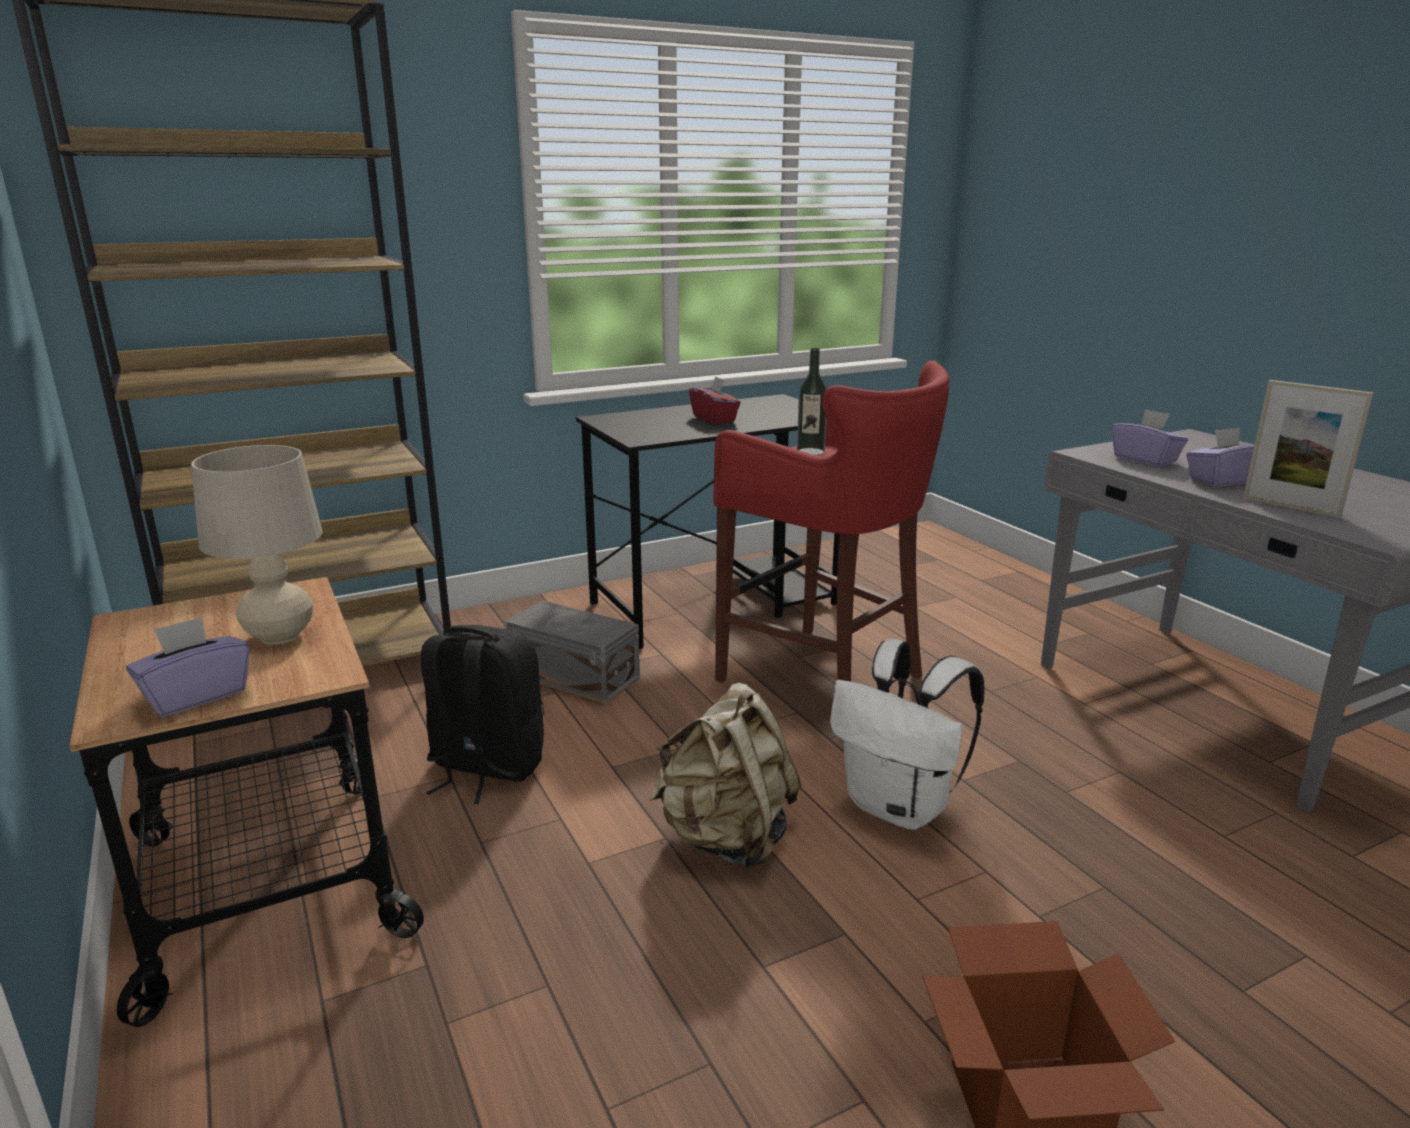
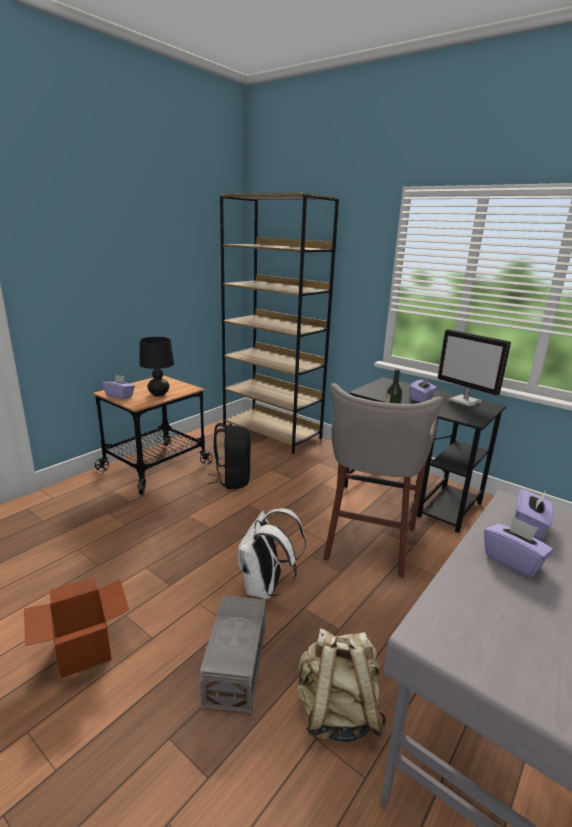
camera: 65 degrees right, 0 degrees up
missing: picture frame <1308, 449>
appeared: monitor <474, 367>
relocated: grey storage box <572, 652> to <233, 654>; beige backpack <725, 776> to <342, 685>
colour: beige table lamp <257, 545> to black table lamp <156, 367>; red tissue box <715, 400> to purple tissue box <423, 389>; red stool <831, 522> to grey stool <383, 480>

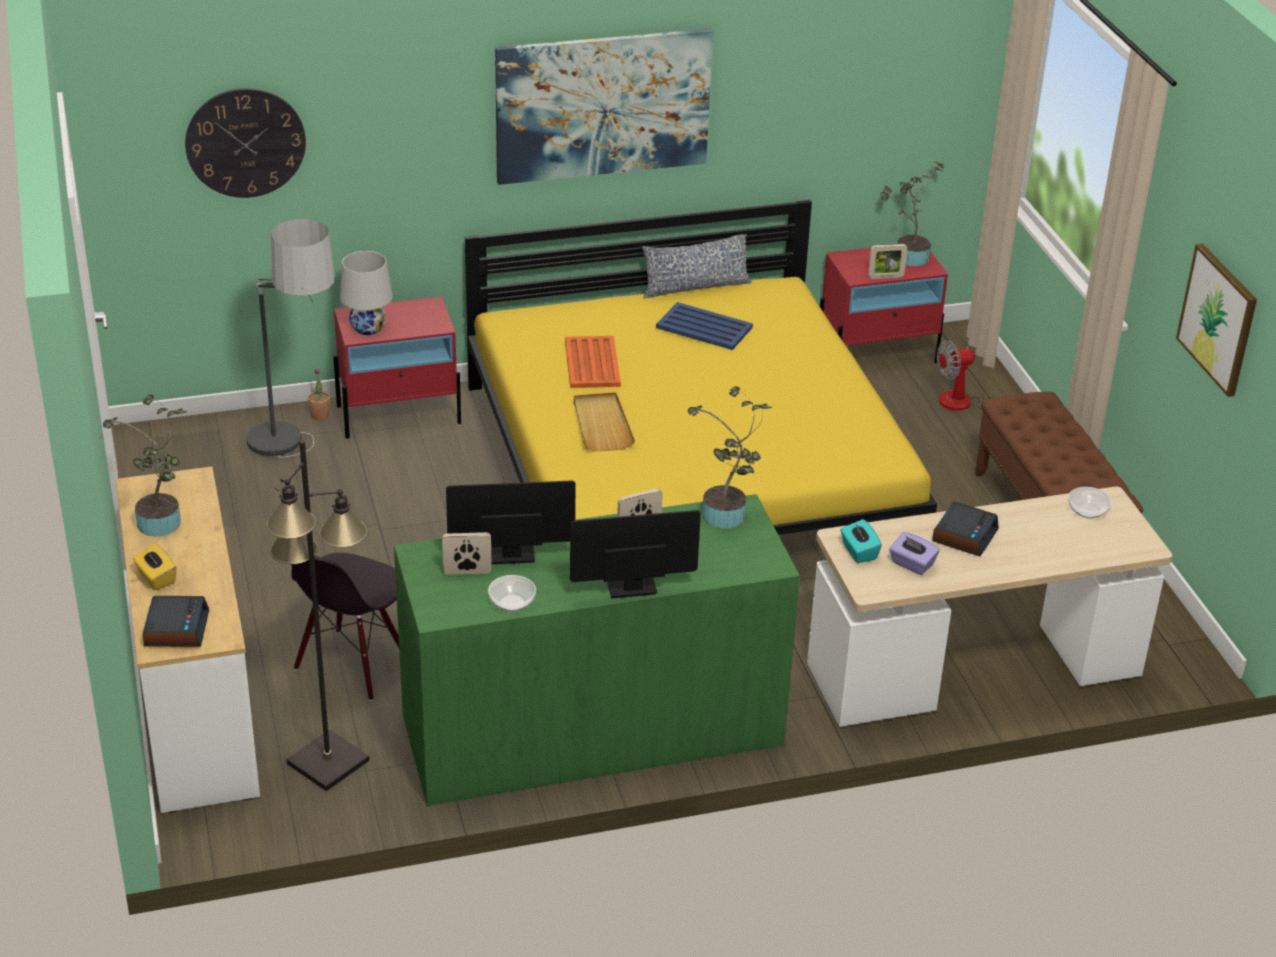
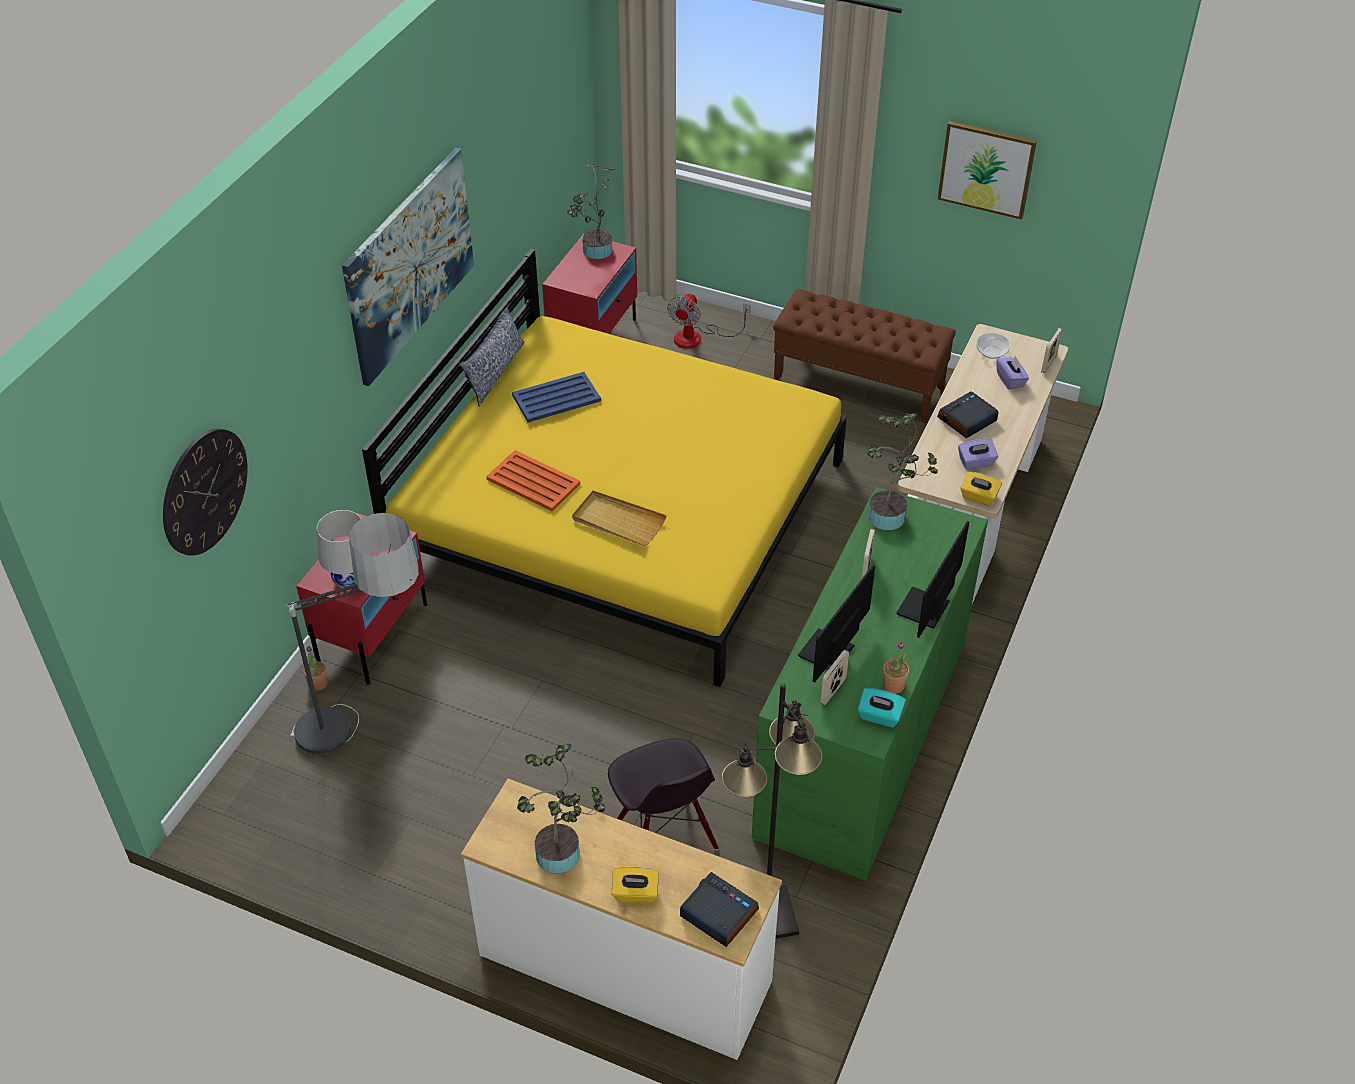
camera: 50 degrees left, 10 degrees up
appeared: yellow tissue box <981, 489>; purple tissue box <1013, 373>
relocated: turquoise tissue box <861, 541> to <882, 708>; picture frame <887, 261> to <1051, 350>
exchanged: bowl <512, 593> to potted plant <896, 667>
spun: alarm clock <965, 528> = <968, 415> 105 degrees counterclockwise

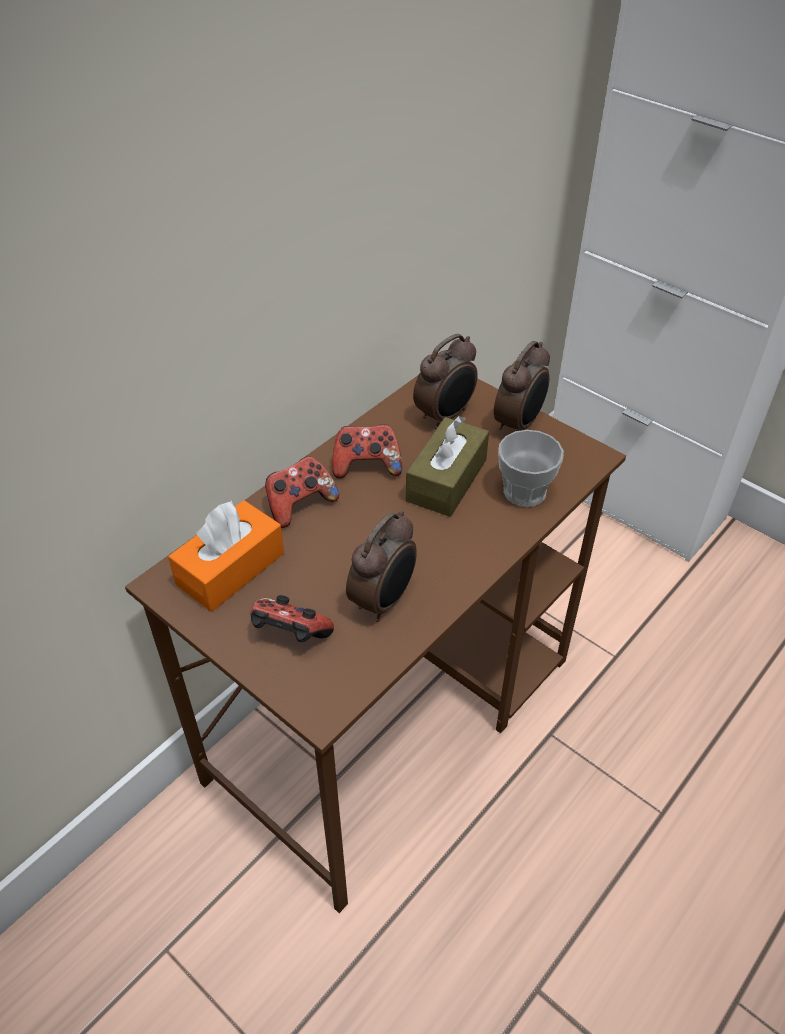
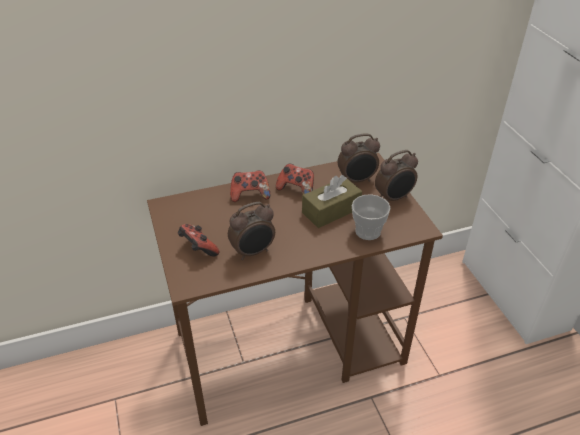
camera: 30 degrees right, 5 degrees down
missing: orange tissue box <226, 556>

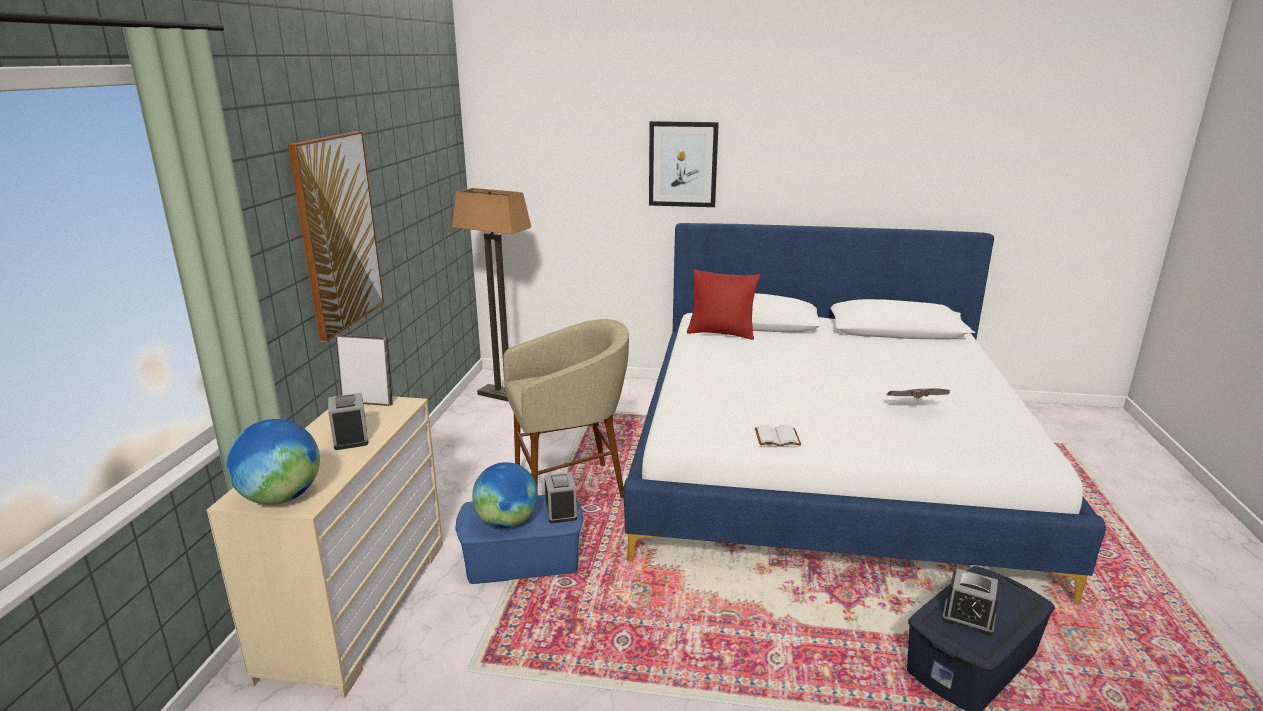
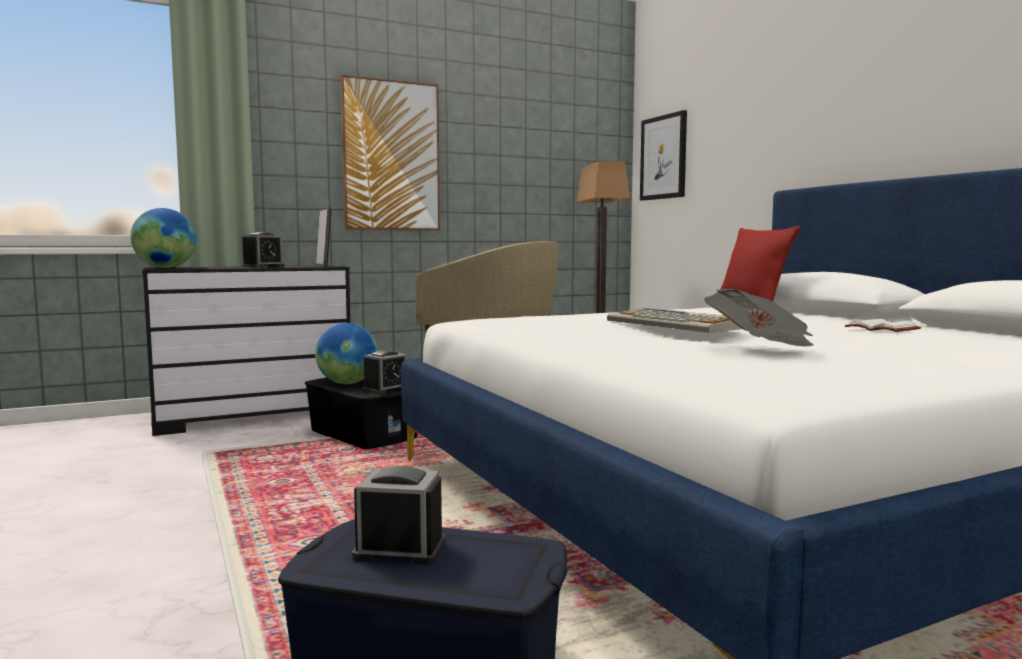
camera: 55 degrees right, 15 degrees down
appeared: keyboard <674, 320>
relocated: picture <684, 164> to <663, 155>; white book <778, 436> to <883, 325>
colour: beige dresser <325, 547> to black dresser <246, 350>; blue storage box <519, 539> to black storage box <361, 413>
spun: alarm clock <971, 602> = <399, 515> 105 degrees clockwise

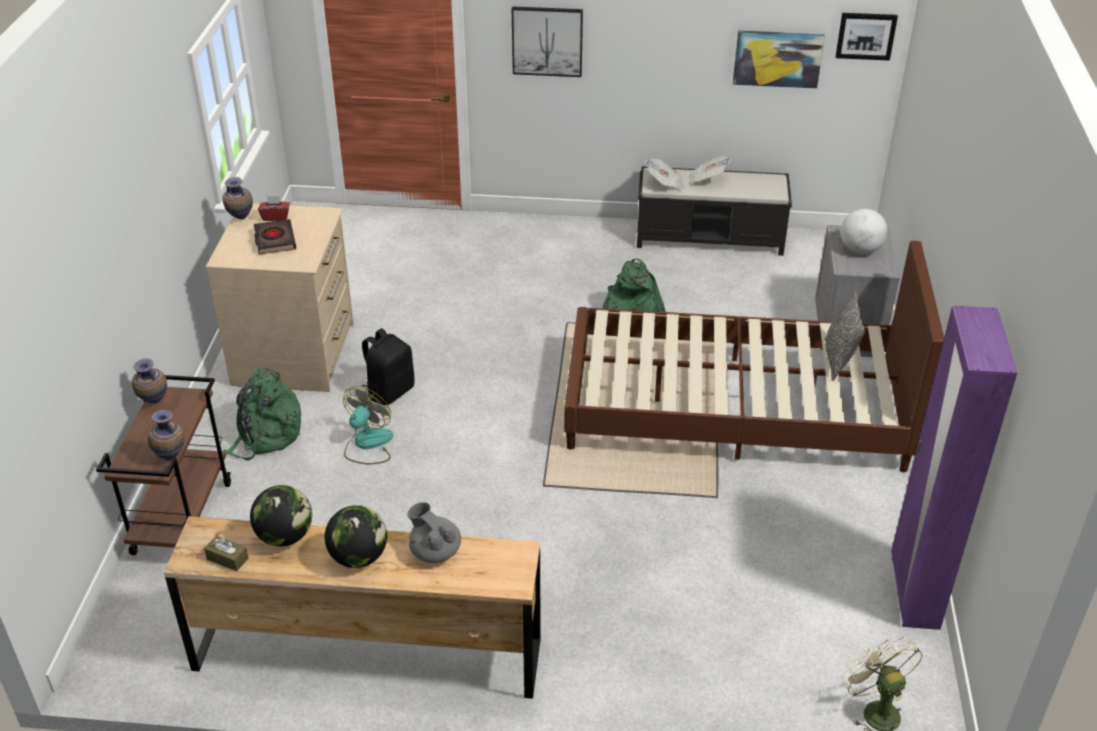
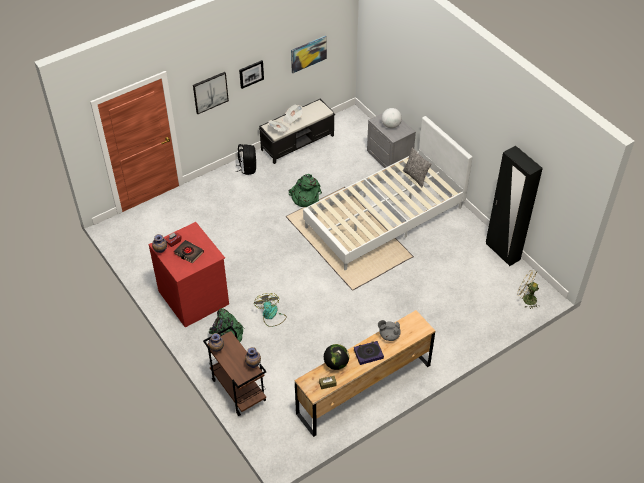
camera: 40 degrees left, 10 degrees up
relocated: black backpack <388, 366> to <246, 159>; picture <866, 37> to <251, 74>
exchanged: globe <356, 536> to book <368, 353>
colour: beige dresser <280, 298> to red dresser <189, 274>; brown bed <754, 356> to white bed <388, 193>; purple wardrobe <954, 468> to black wardrobe <514, 206>

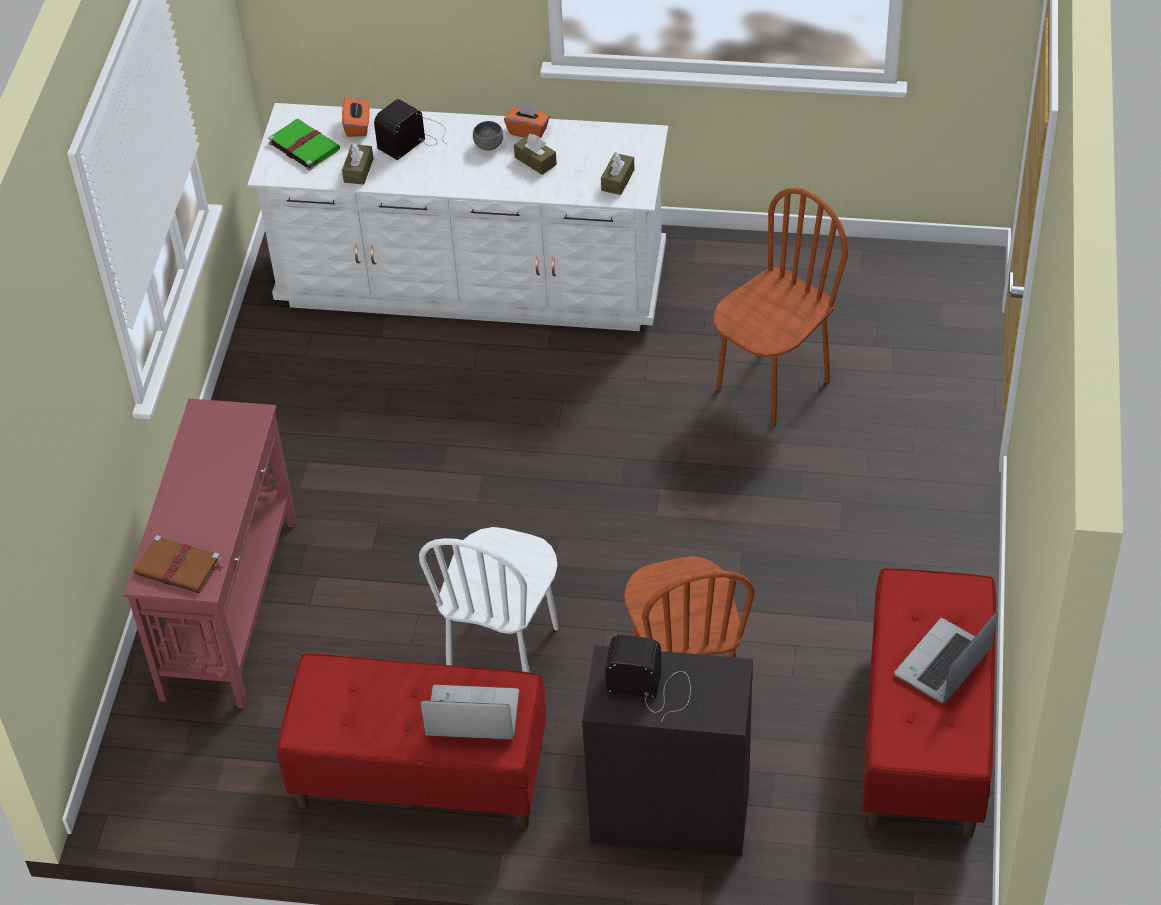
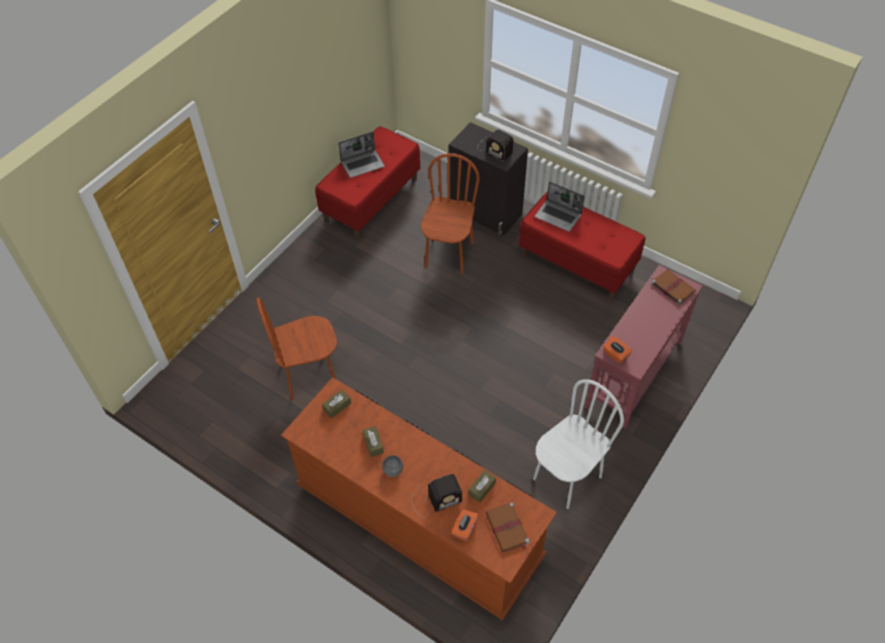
camera: 155 degrees left, 5 degrees up
relocated: white chair <489, 600> to <578, 444>; orange tissue box <527, 120> to <617, 350>
colour: white dresser <457, 217> to brown dresser <419, 499>; green book <304, 144> to brown book <507, 527>

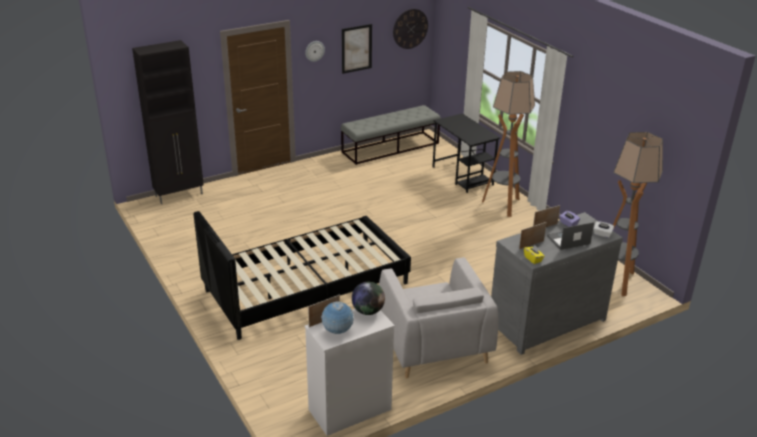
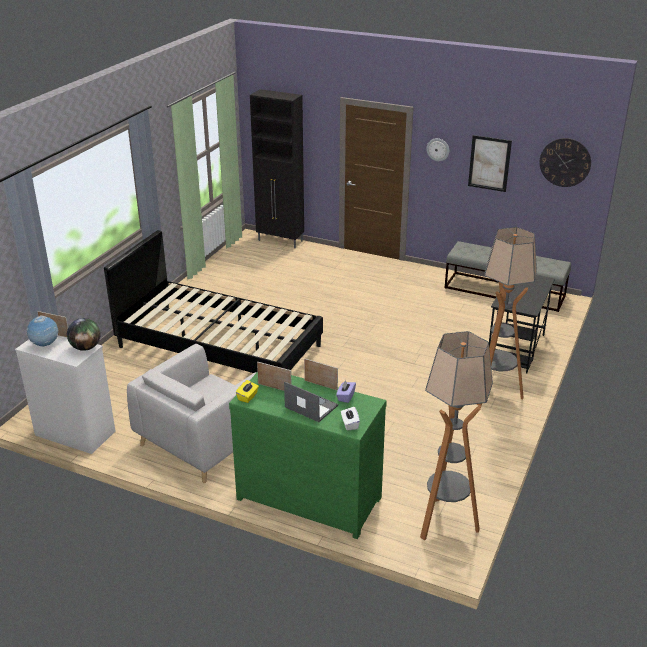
camera: 55 degrees right, 0 degrees up
colour: grey dresser <557, 283> to green dresser <308, 455>

